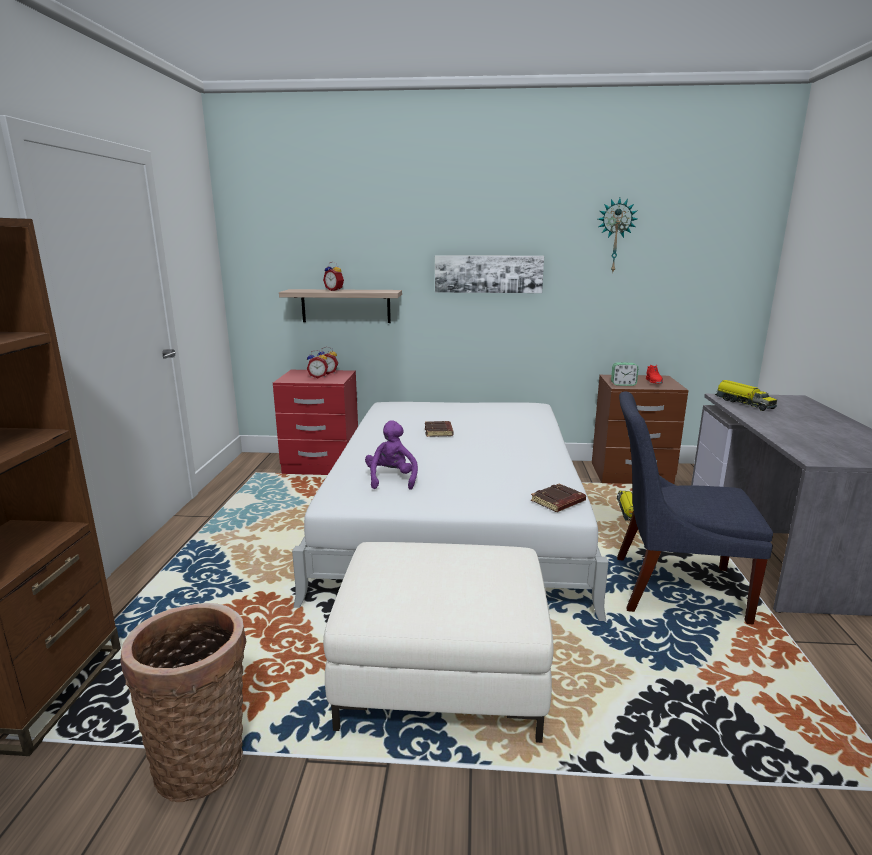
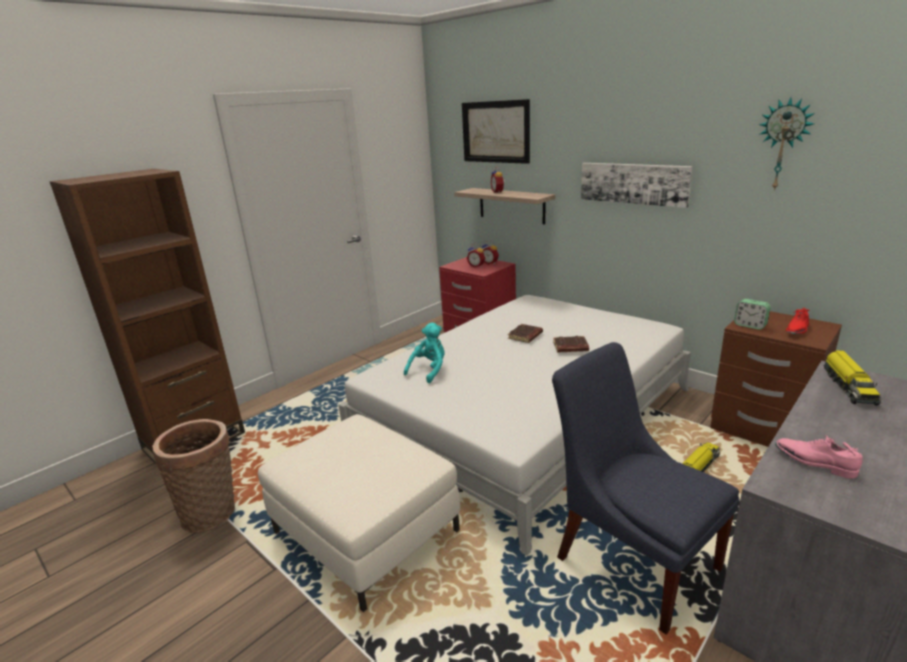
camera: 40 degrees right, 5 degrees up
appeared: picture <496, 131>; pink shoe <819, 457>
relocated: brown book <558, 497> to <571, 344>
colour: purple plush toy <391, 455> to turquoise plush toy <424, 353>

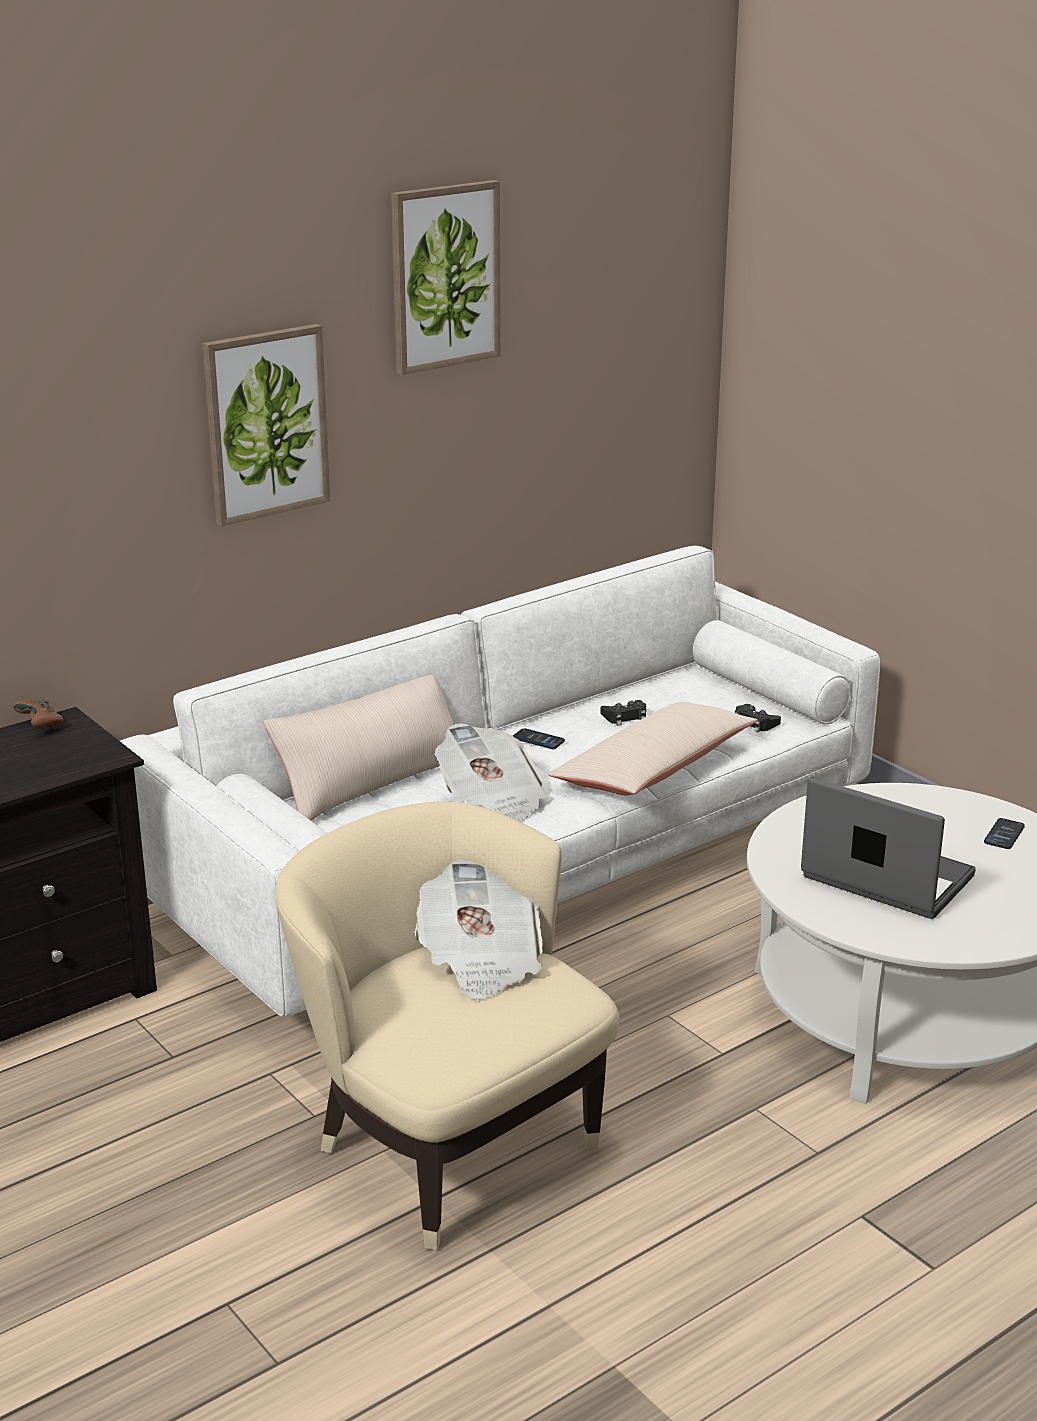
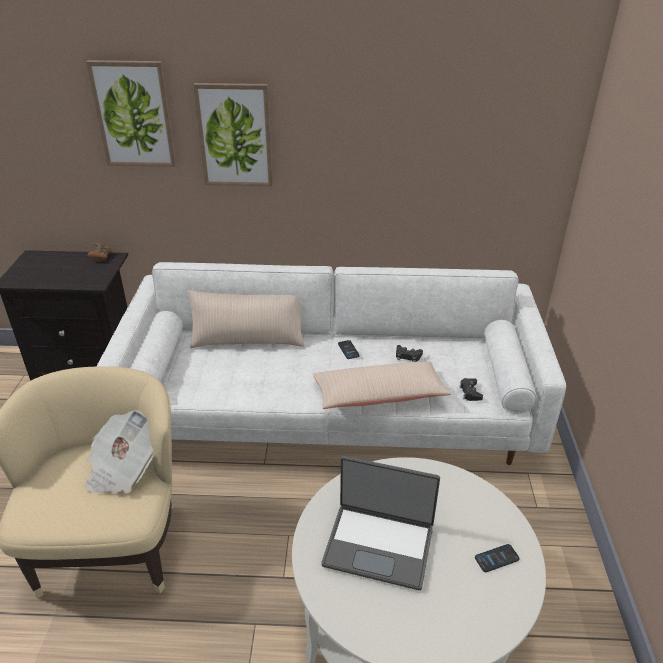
camera: 40 degrees right, 10 degrees up
missing: newspaper <492, 773>
relocated: picture <446, 277> to <131, 113>
spun: laptop <888, 848> = <380, 523> 120 degrees clockwise

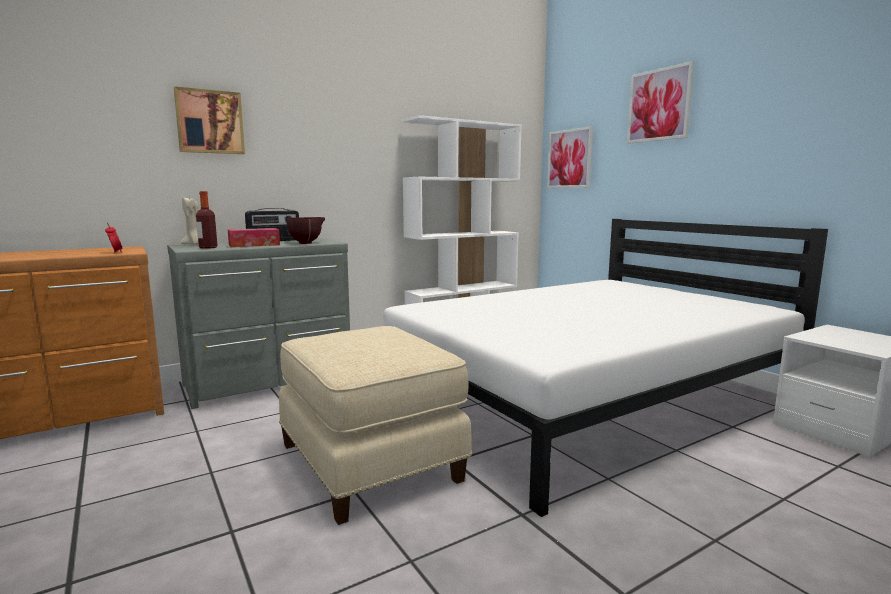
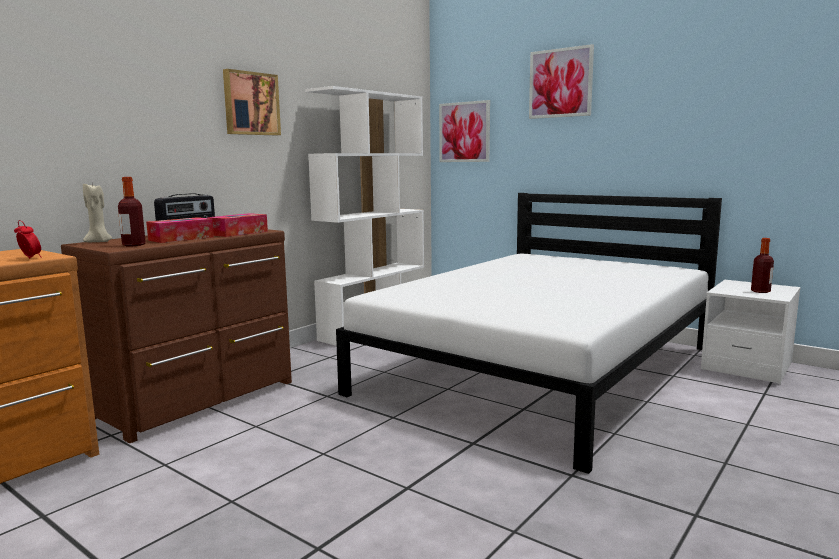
camera: 20 degrees left, 0 degrees up
missing: beige ottoman <375, 425>
appeared: bottle <762, 265>
relocated: picture <209, 120> to <252, 102>
exchanged: brown bowl <306, 230> to tissue box <237, 225>
colour: grey dresser <258, 323> to brown dresser <176, 336>

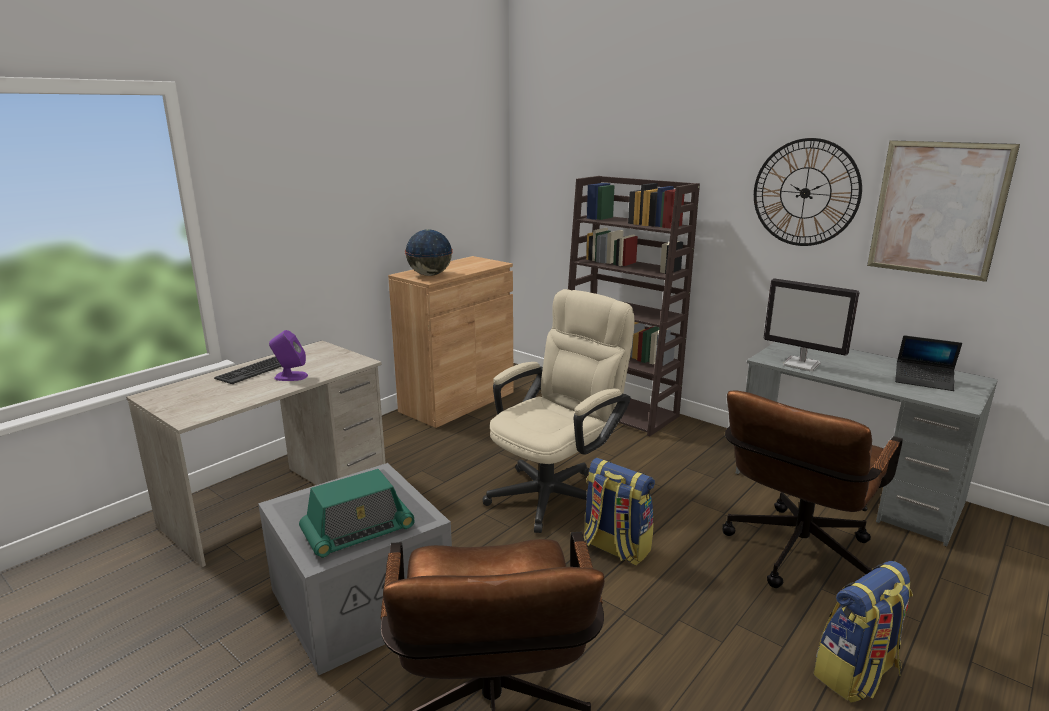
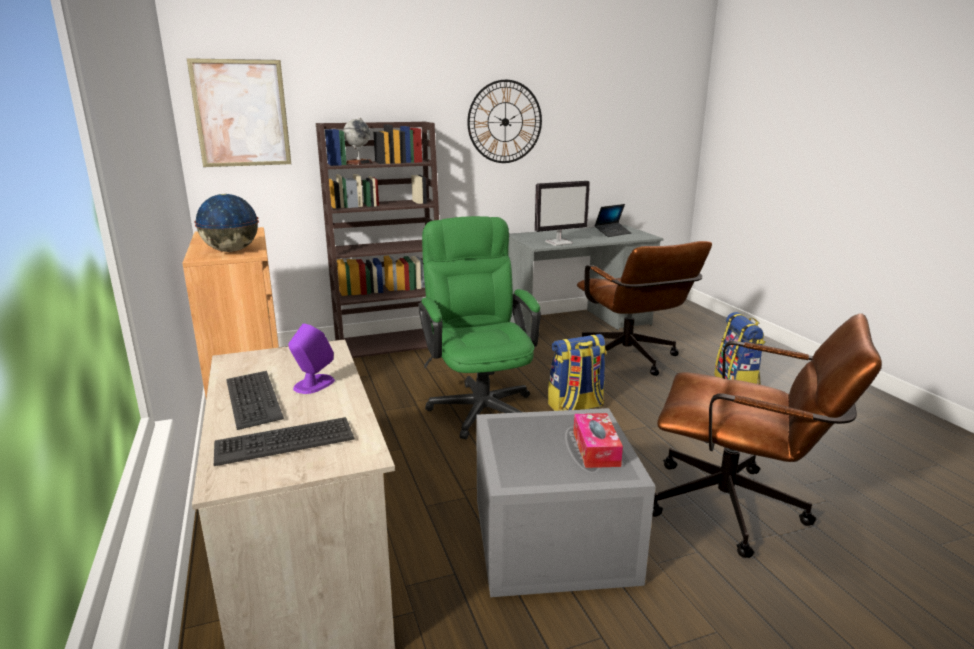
camera: 60 degrees left, 0 degrees up
appeared: keyboard <284, 441>; globe <358, 141>
relocated: picture <943, 211> to <239, 112>
exchanged: radio <357, 513> to tissue box <598, 440>
colour: beige office chair <558, 411> to green office chair <479, 328>

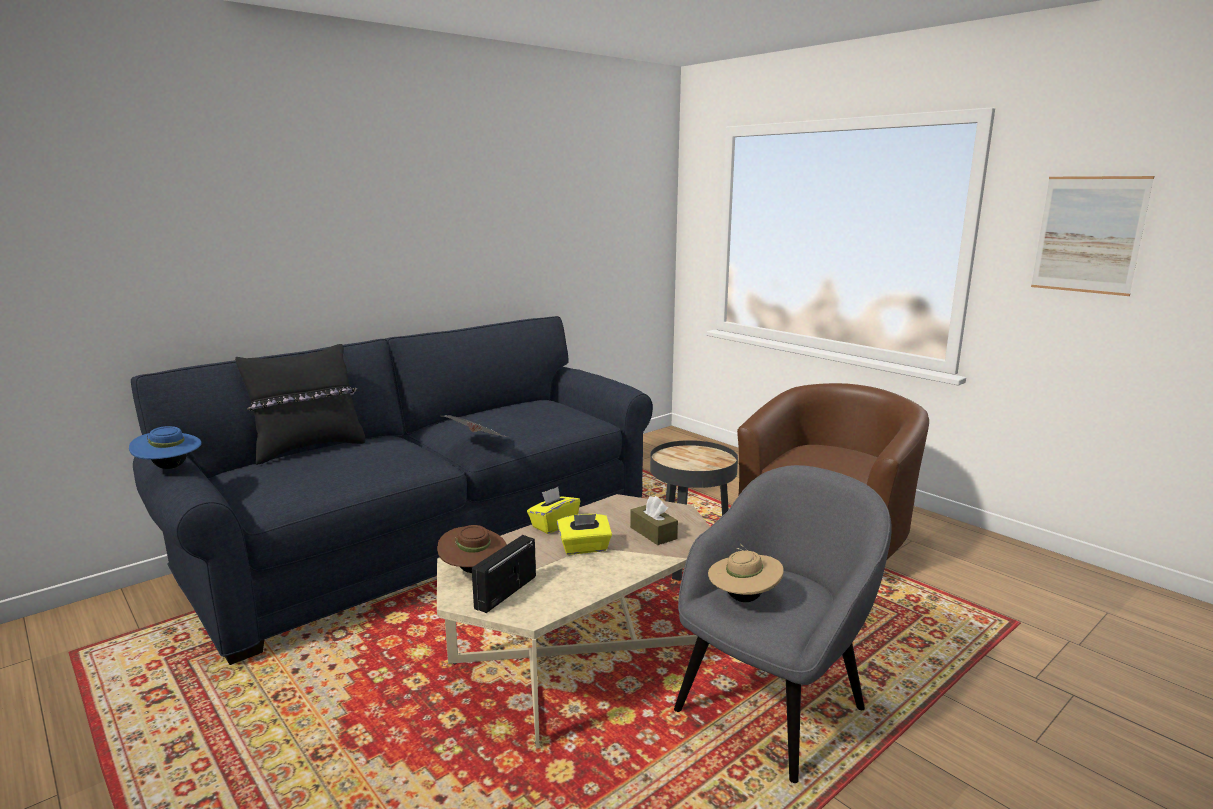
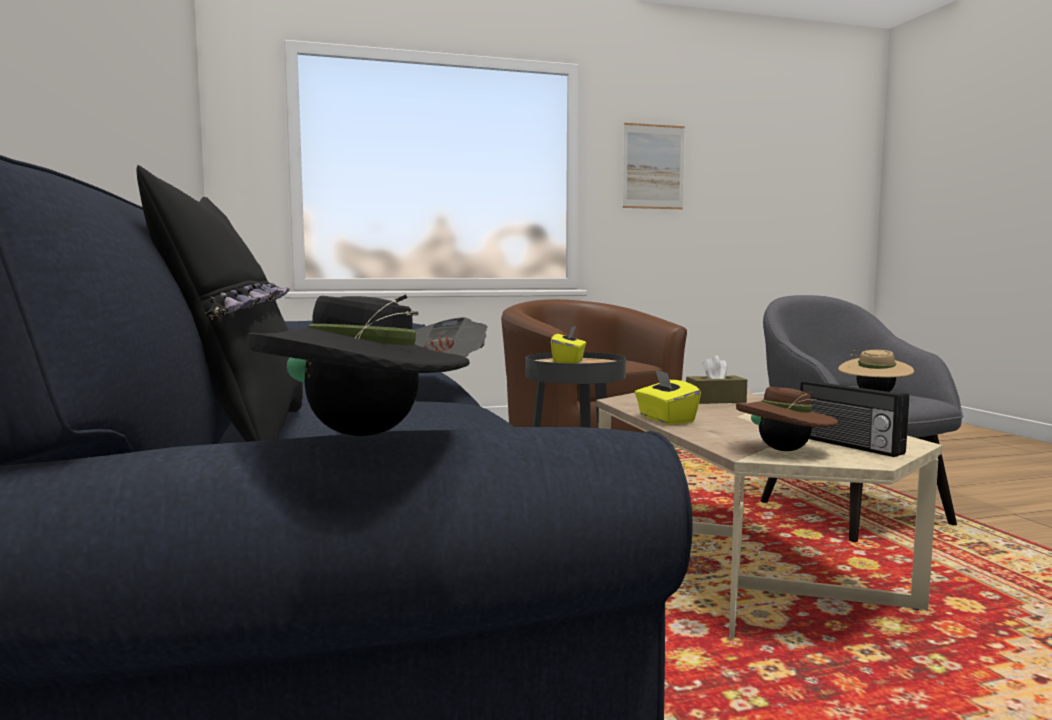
camera: 65 degrees left, 10 degrees down
relocated: yellow tissue box <584, 534> to <568, 344>
colour: blue hat <165, 447> to black hat <358, 365>

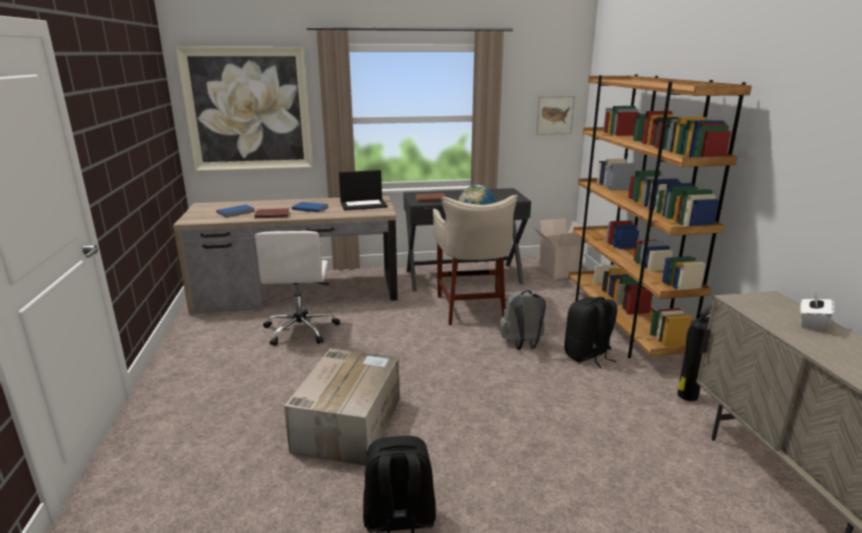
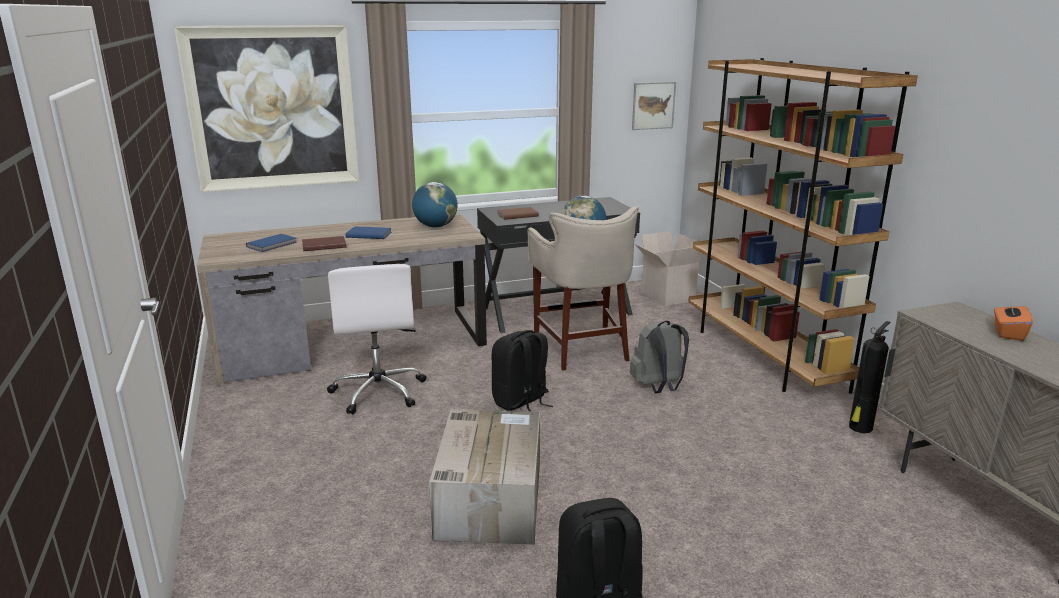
camera: 10 degrees left, 0 degrees up
relocated: black backpack <590, 332> to <522, 370>
exchanged: laptop <363, 190> to globe <435, 205>
colour: white tissue box <817, 312> to orange tissue box <1013, 319>

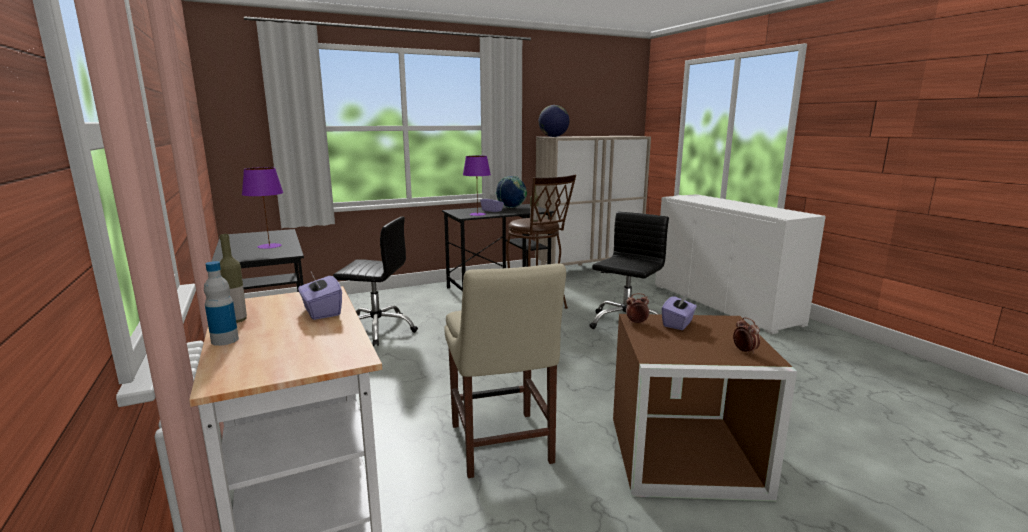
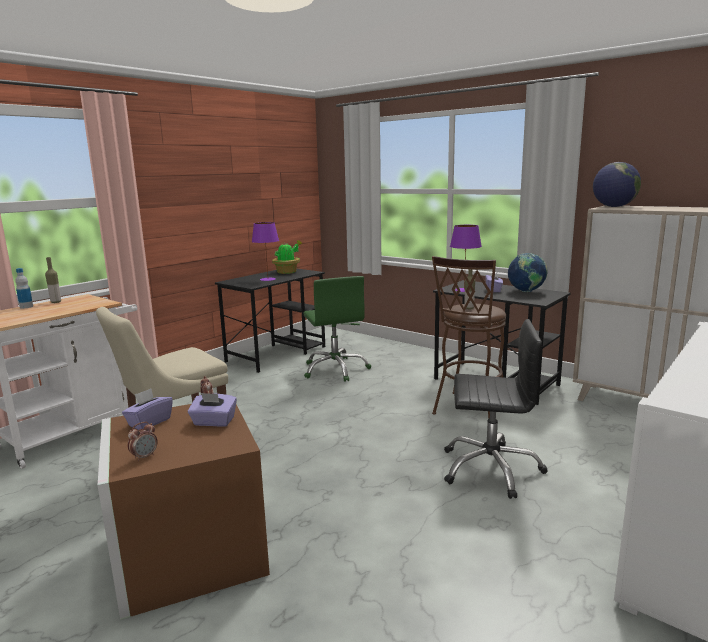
camera: 65 degrees right, 0 degrees up
appeared: potted plant <287, 257>
relocated: purple tissue box <320, 296> to <147, 409>
colour: black office chair <375, 281> to green office chair <337, 329>

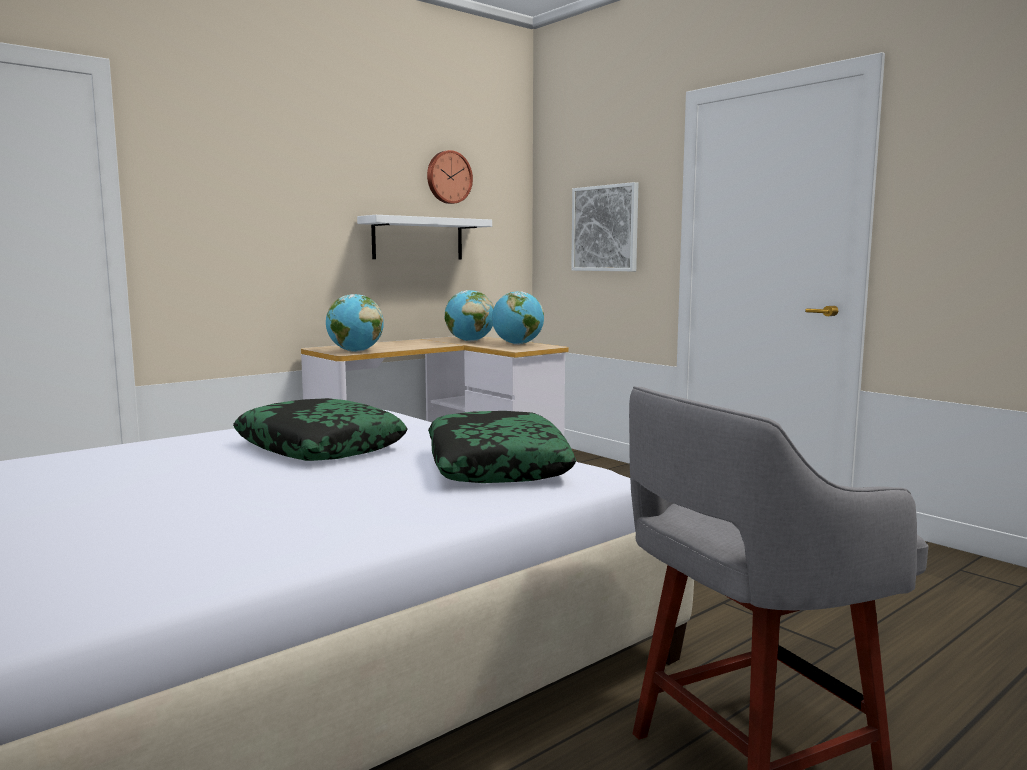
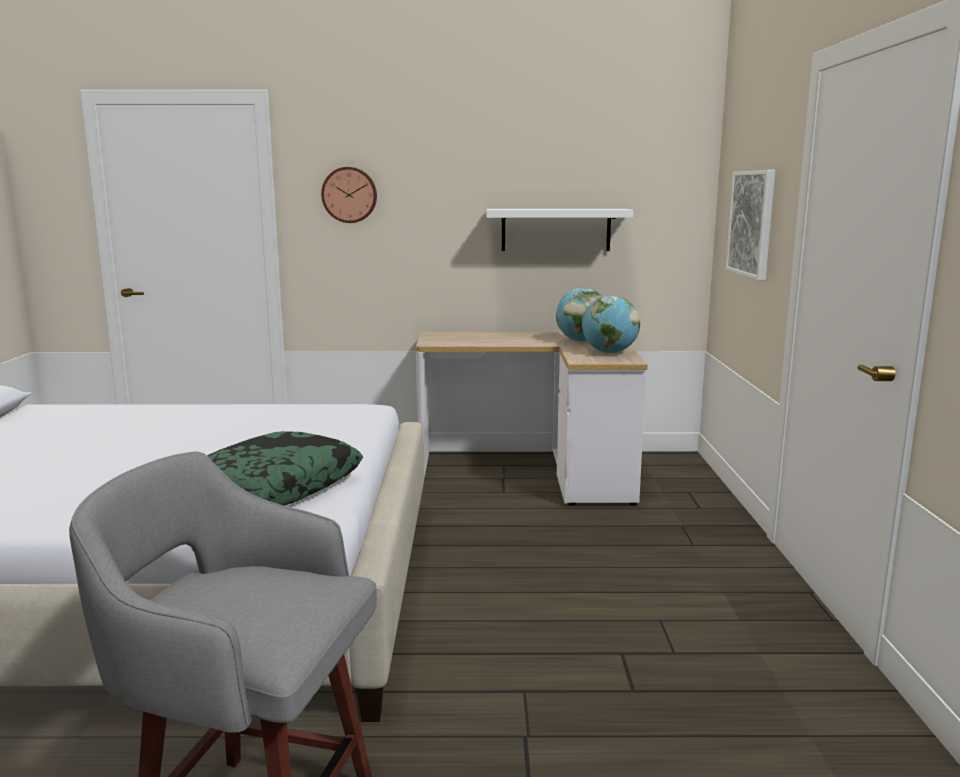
camera: 40 degrees right, 5 degrees up
missing: pillow <320, 429>; globe <355, 323>
relocated: wall clock <450, 177> to <349, 195>

